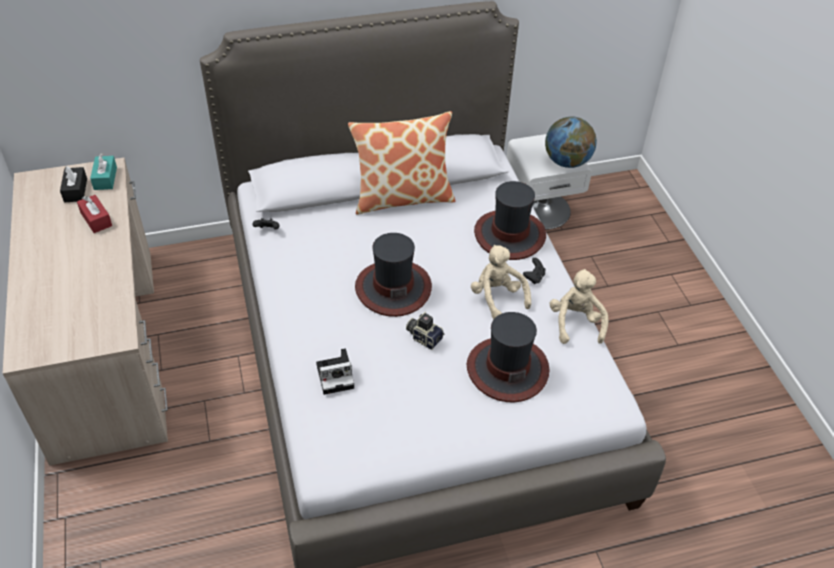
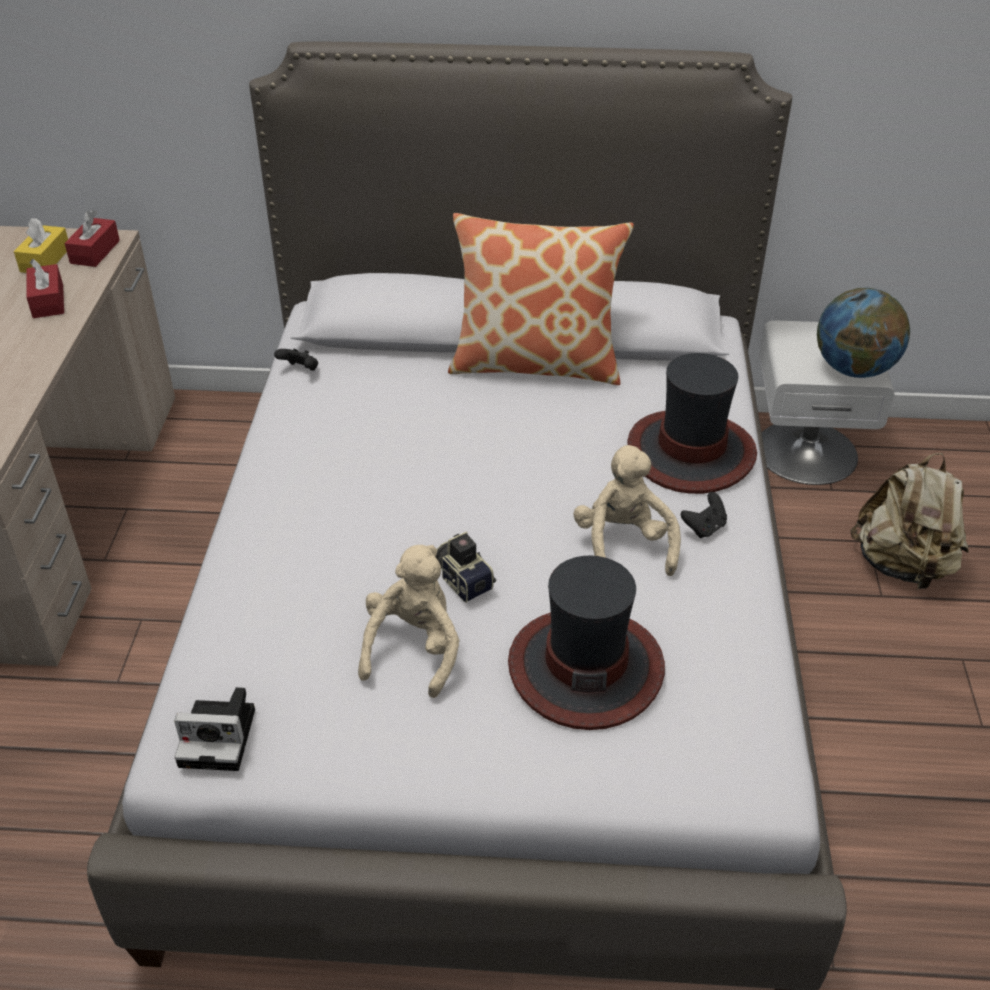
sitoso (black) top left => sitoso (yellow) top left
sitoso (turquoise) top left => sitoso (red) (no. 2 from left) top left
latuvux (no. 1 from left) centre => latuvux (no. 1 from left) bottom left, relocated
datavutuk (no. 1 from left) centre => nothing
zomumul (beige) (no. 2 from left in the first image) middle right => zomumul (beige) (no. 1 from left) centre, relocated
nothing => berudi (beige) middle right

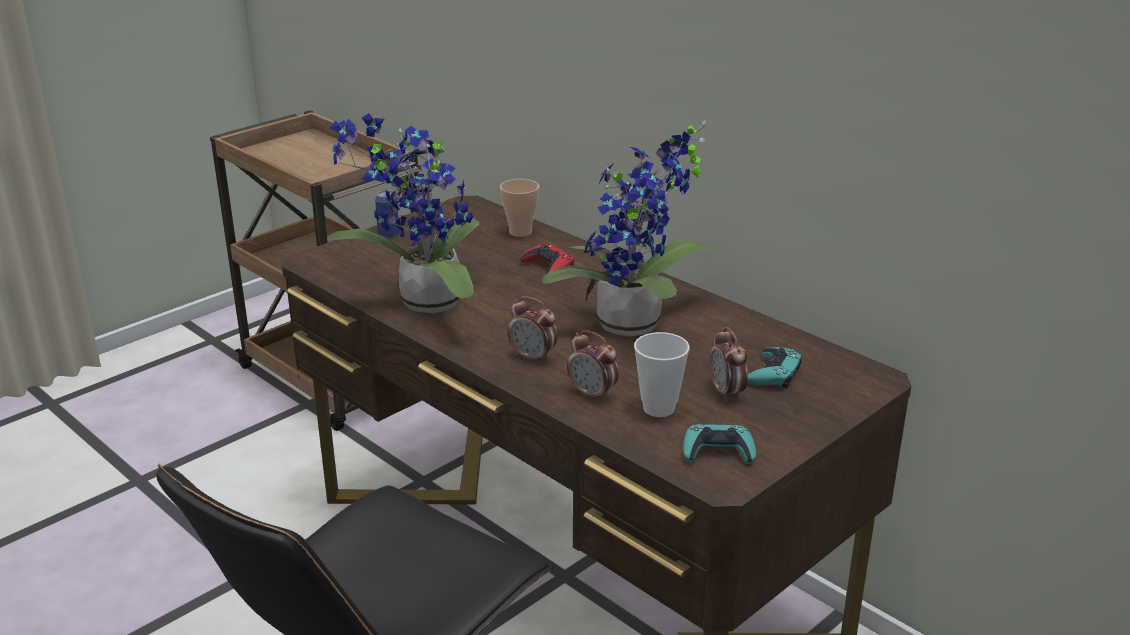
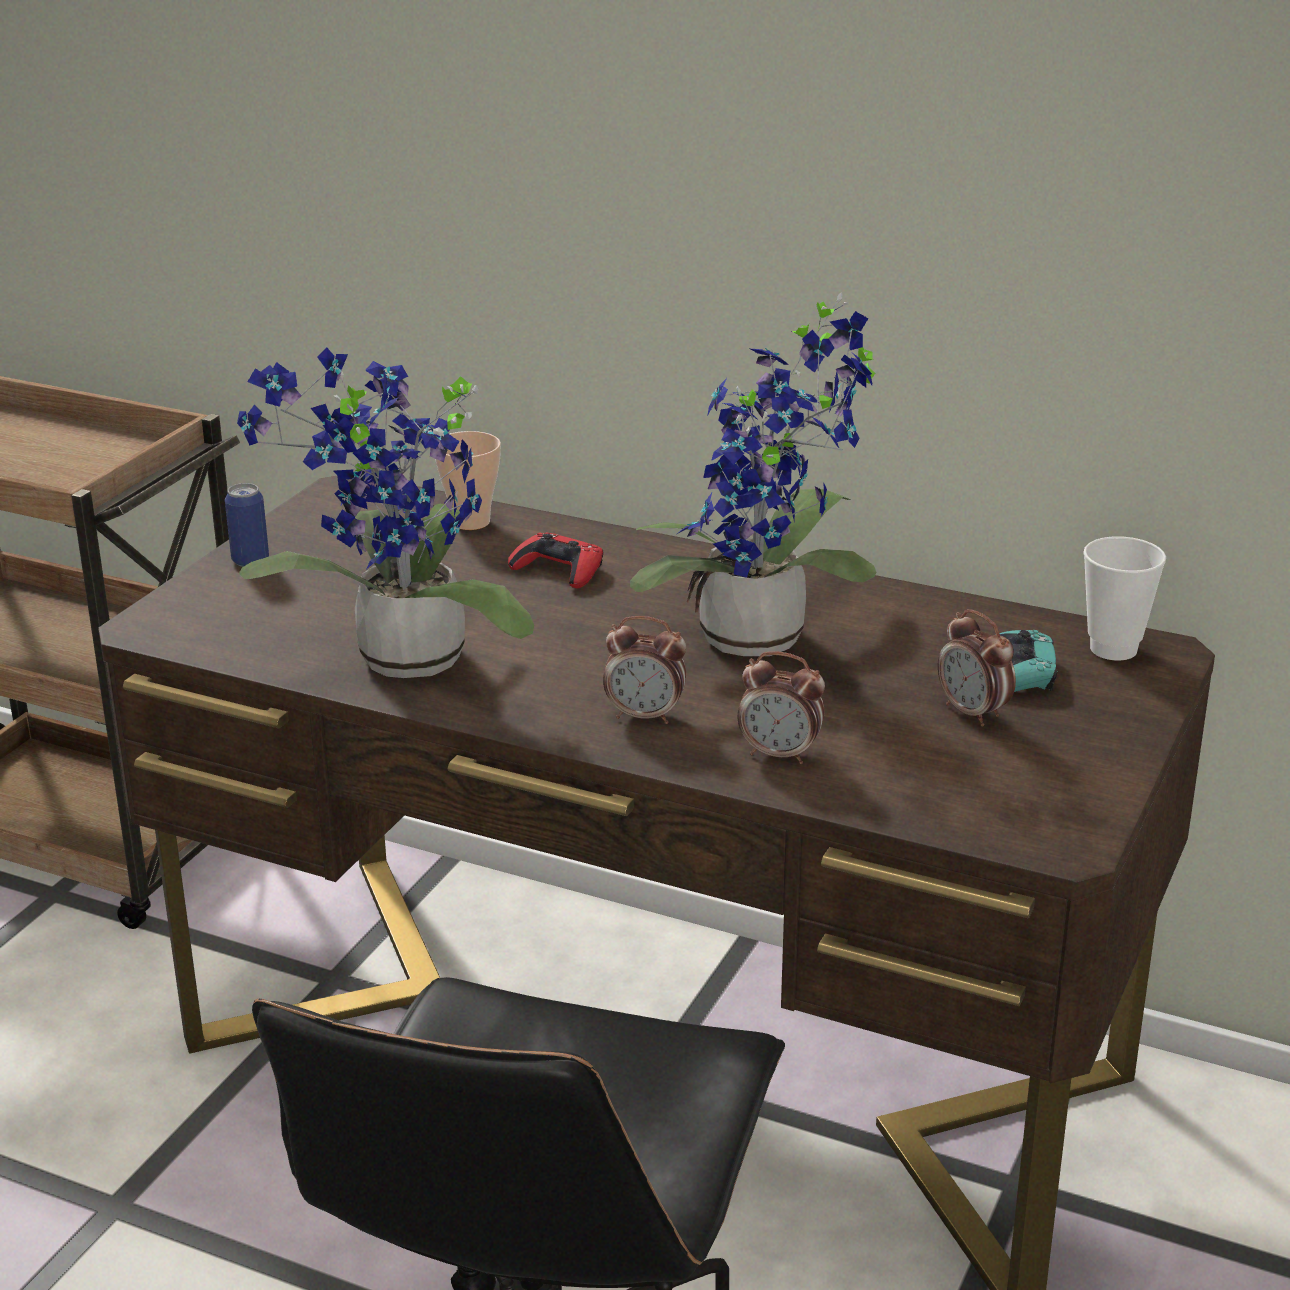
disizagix (no. 2 from left) centre => disizagix (no. 2 from left) middle right, relocated
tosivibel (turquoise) (no. 1 from left) bottom centre => nothing

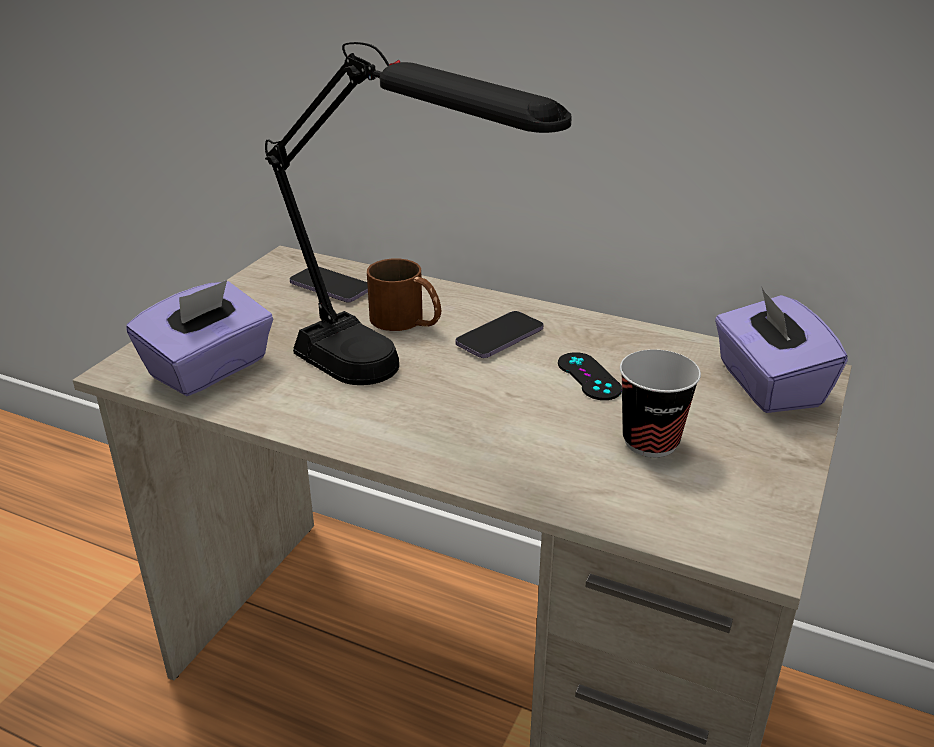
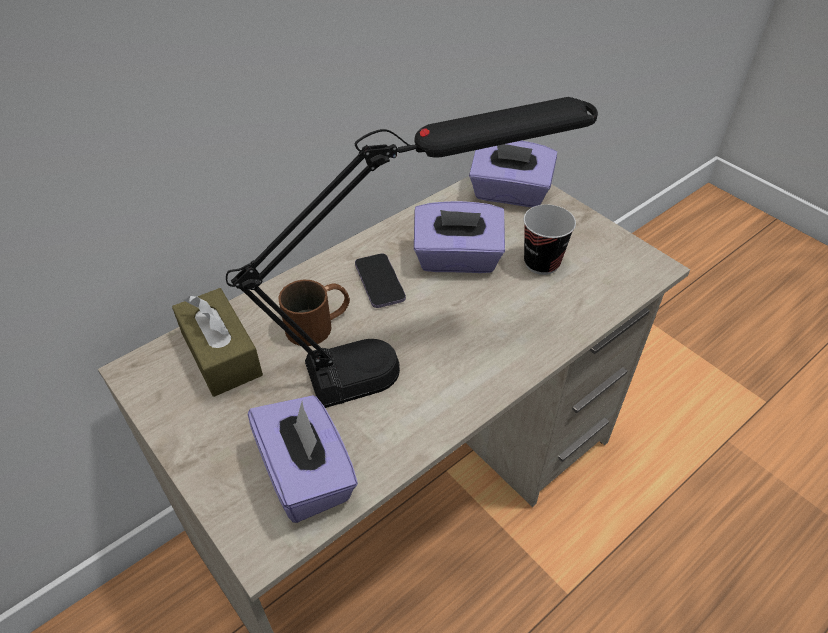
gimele (no. 1 from left) centre => sitoso (brown) middle left
tosivibel (black) centre => sitoso (purple) (no. 2 from left) centre

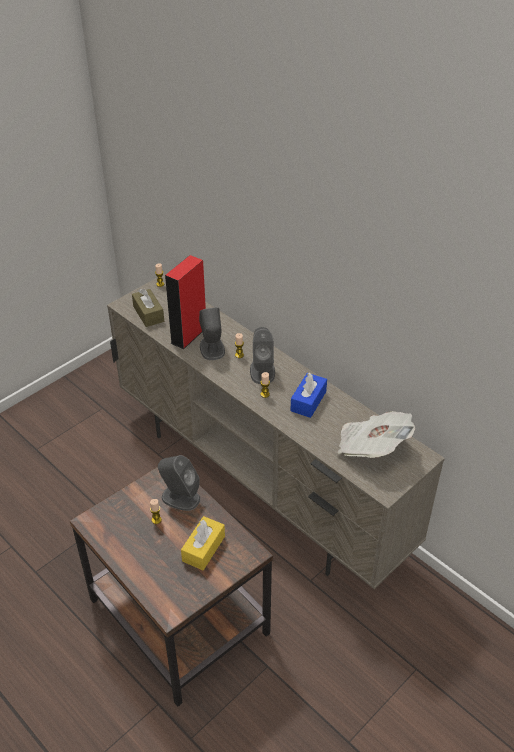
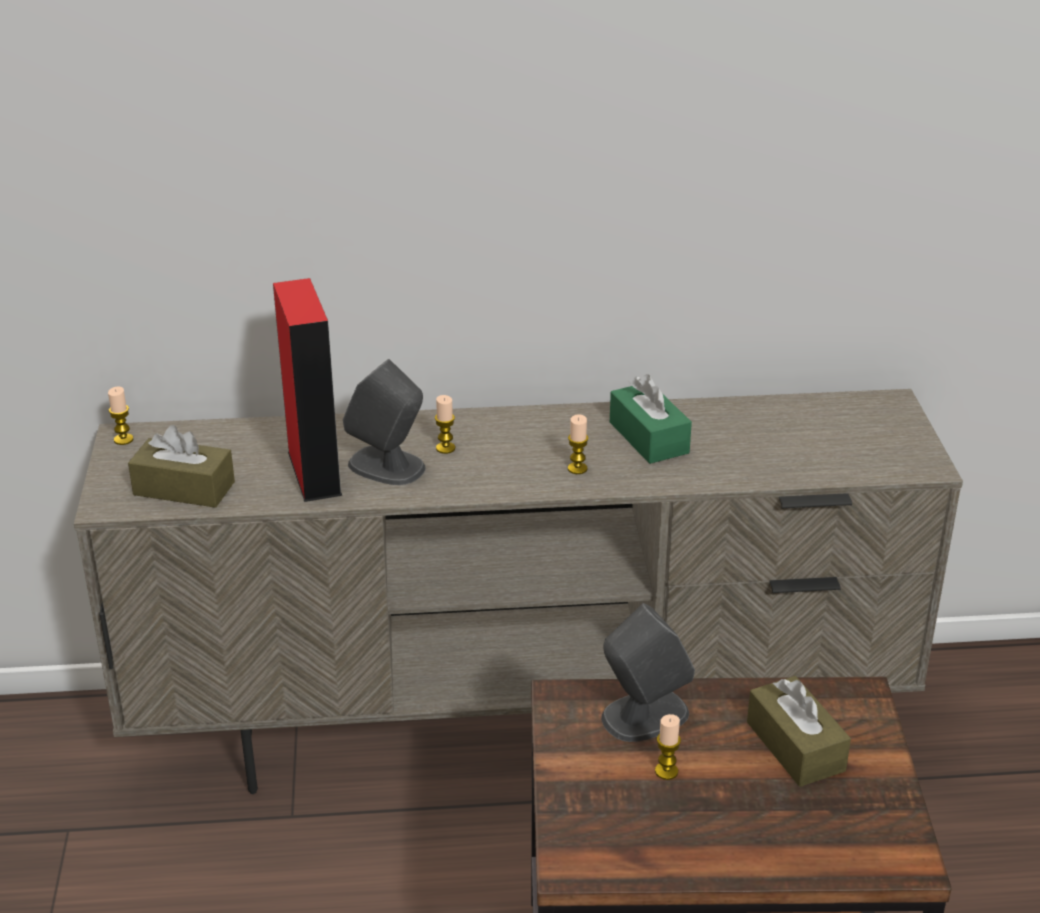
sitoso (yellow) bottom centre => sitoso (brown) (no. 2 from left) bottom right
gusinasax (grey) (no. 3 from left) centre => nothing
sitoso (blue) centre => sitoso (green) centre
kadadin middle right => nothing

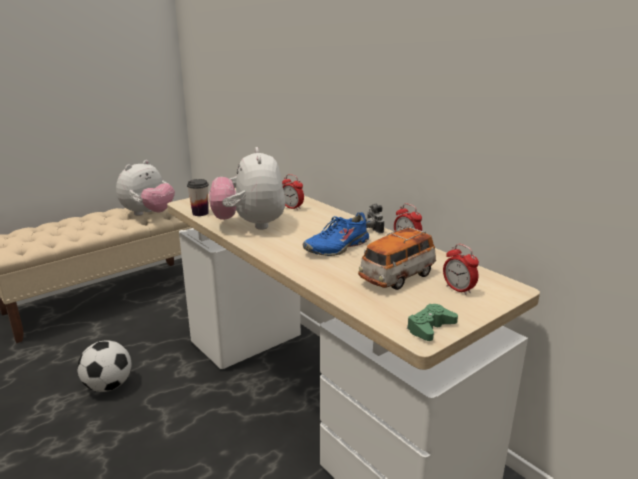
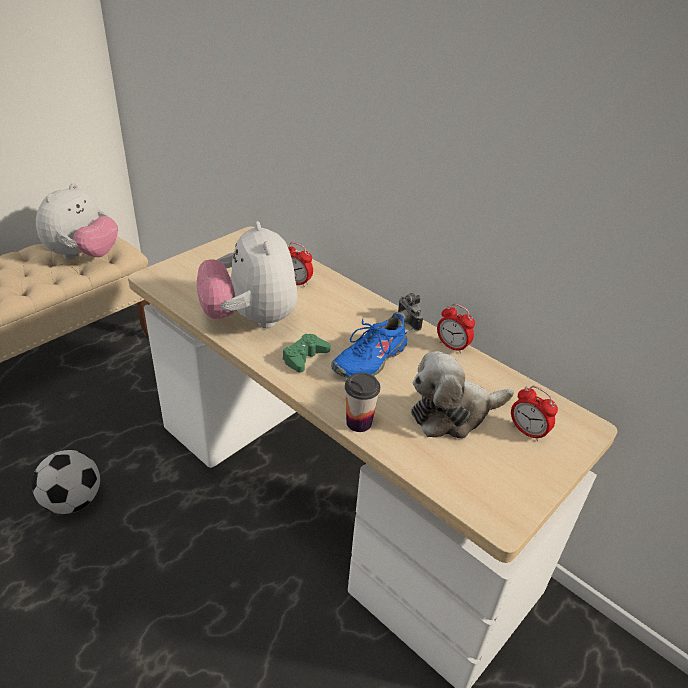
disizagix middle left => disizagix centre, relocated
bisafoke centre => zomumul (no. 3 from left) middle right
tosivibel (green) bottom right => tosivibel (green) centre, relocated

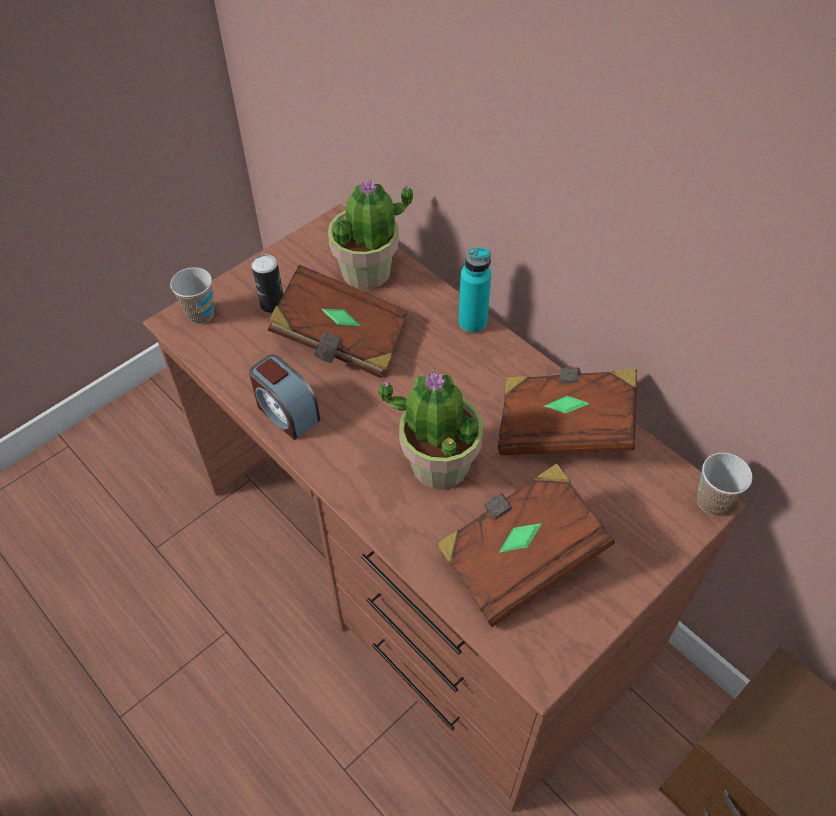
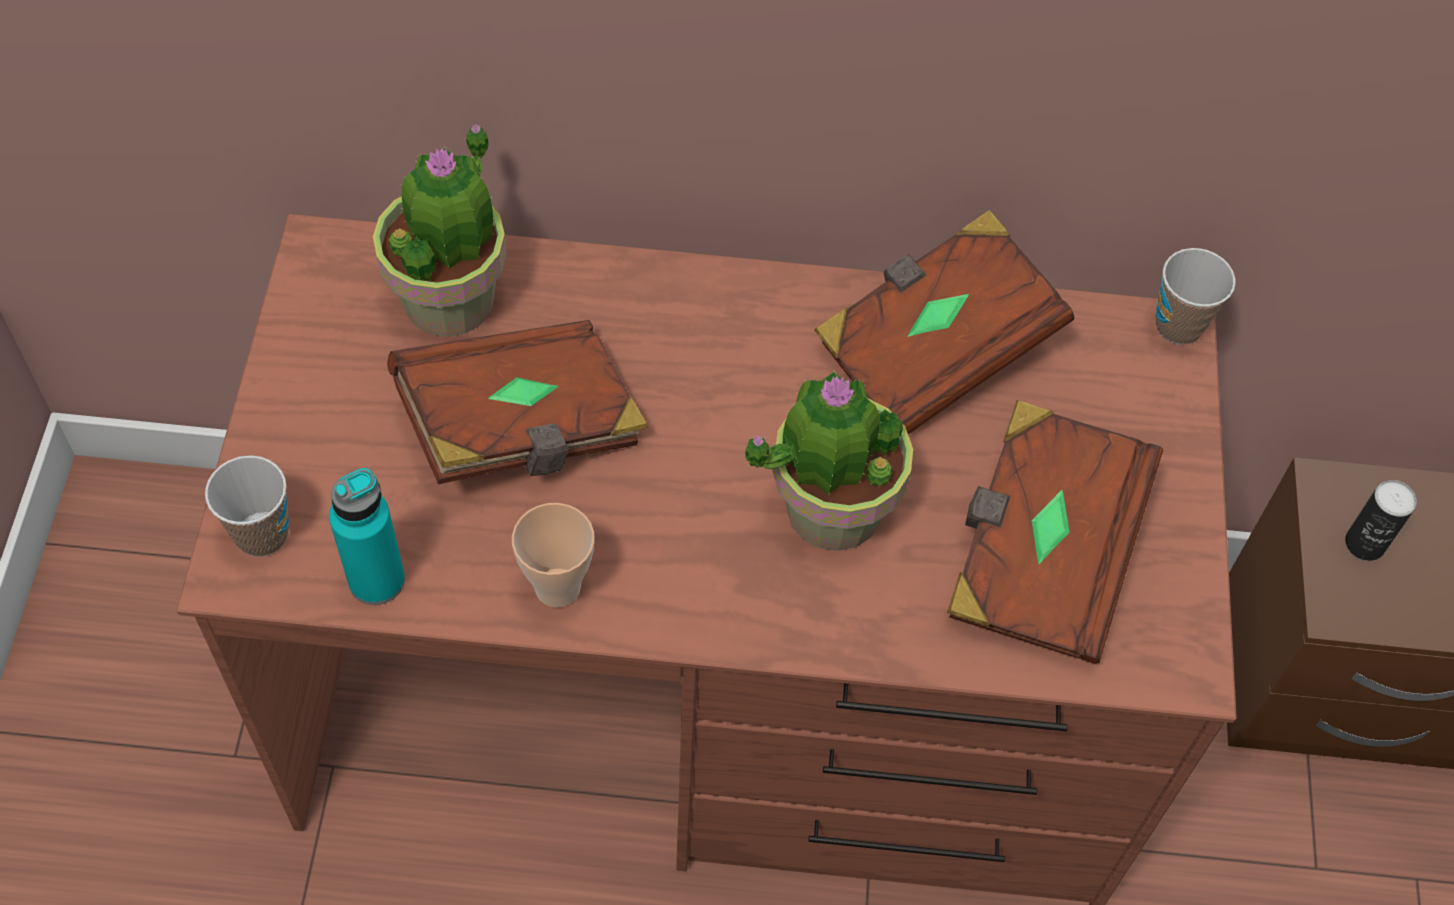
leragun centre => disizagix (no. 2 from left) centre
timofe middle left => timofe middle right, relocated
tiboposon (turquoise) centre => tiboposon (turquoise) middle left, relocated

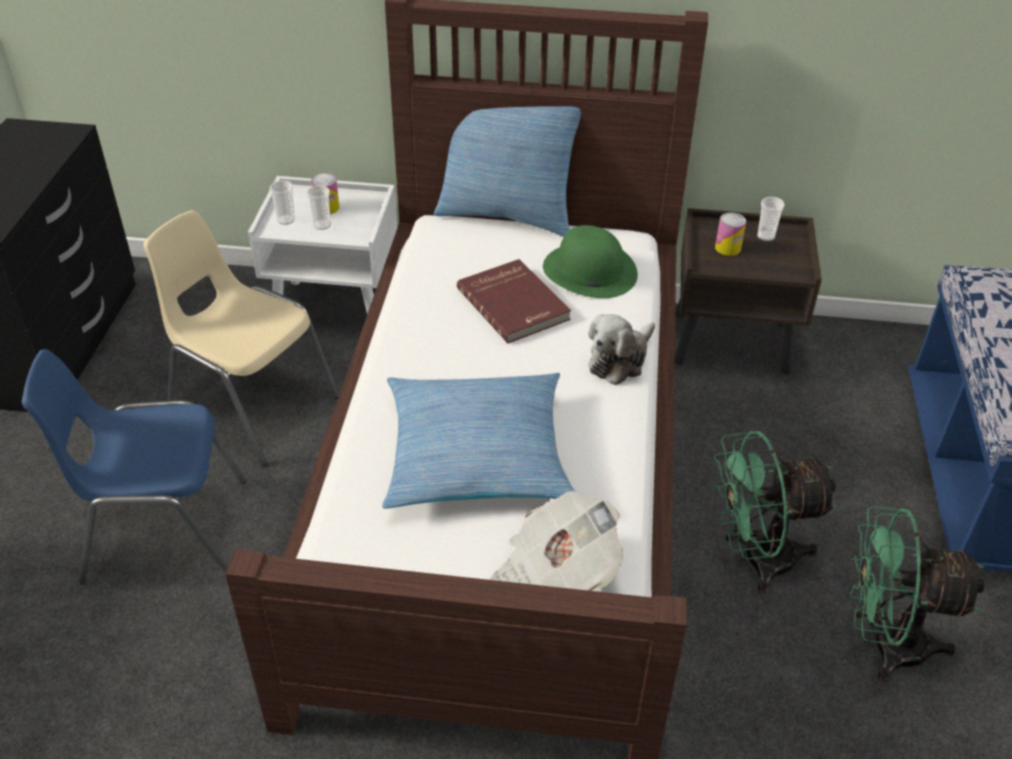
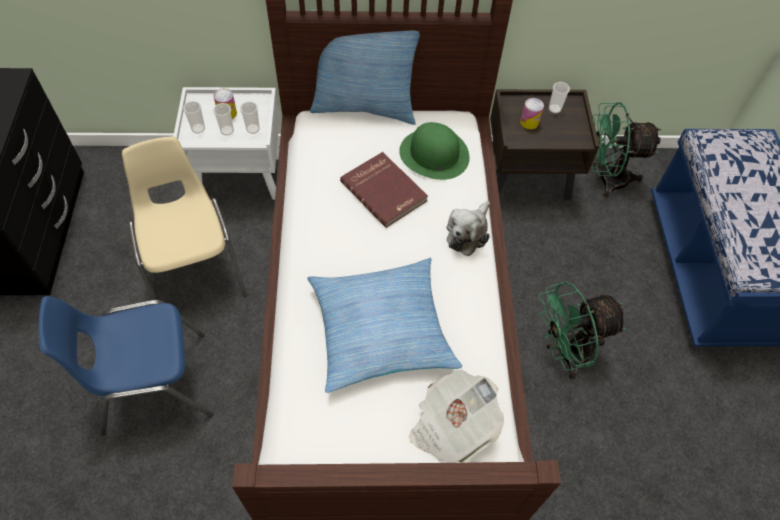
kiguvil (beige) middle left, 45 degrees clockwise
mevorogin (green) (no. 2 from left) bottom right => mevorogin (green) (no. 2 from left) top right, relocated
nothing => disizagix (no. 3 from left) top left

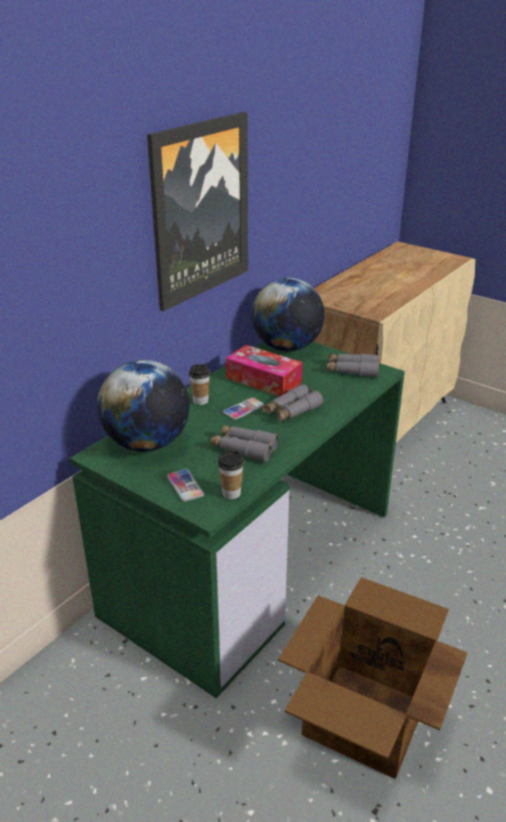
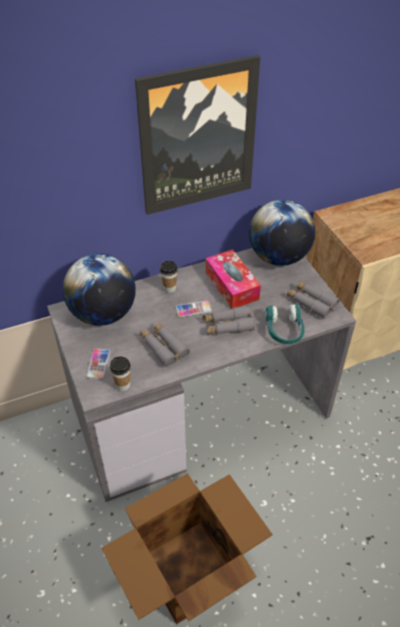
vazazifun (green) centre => vazazifun (grey) centre
nothing => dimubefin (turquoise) middle right

